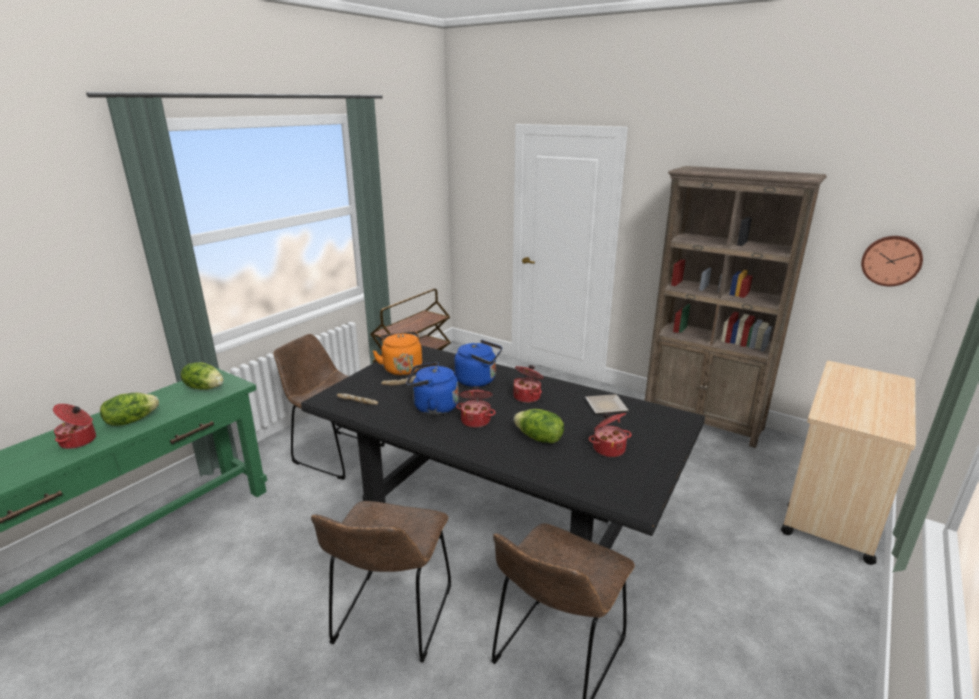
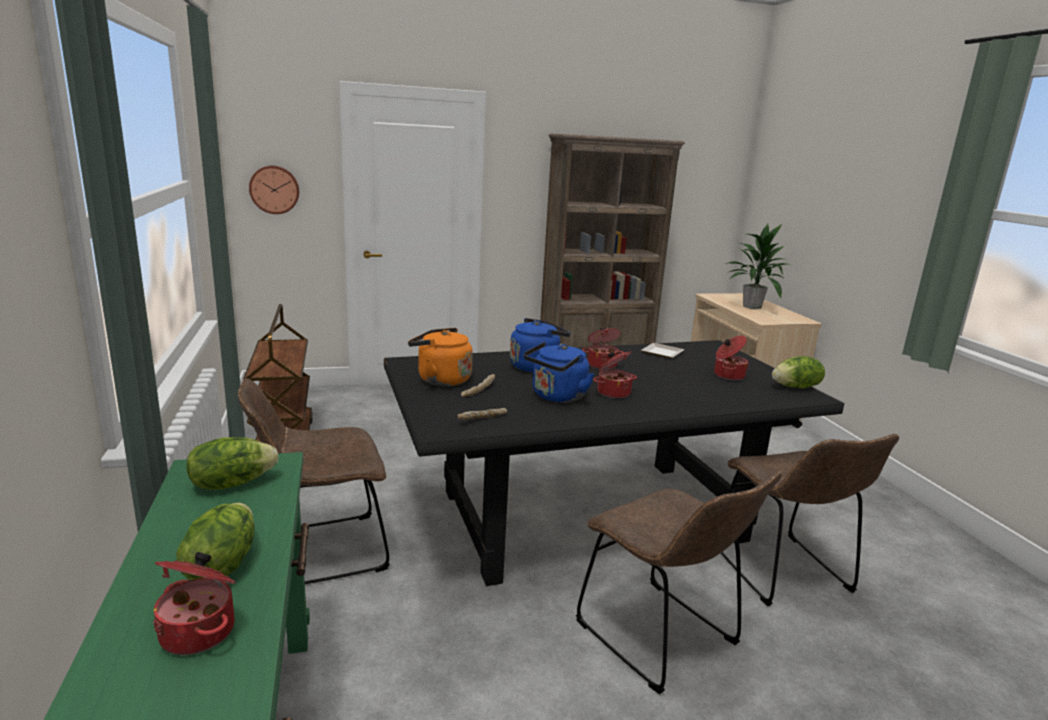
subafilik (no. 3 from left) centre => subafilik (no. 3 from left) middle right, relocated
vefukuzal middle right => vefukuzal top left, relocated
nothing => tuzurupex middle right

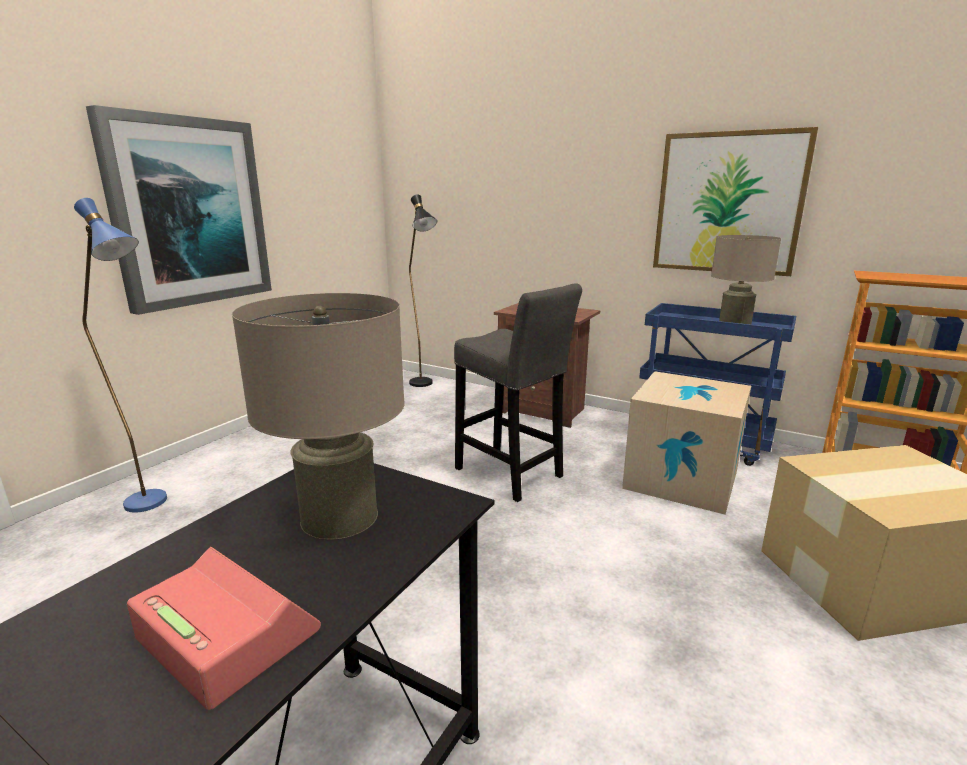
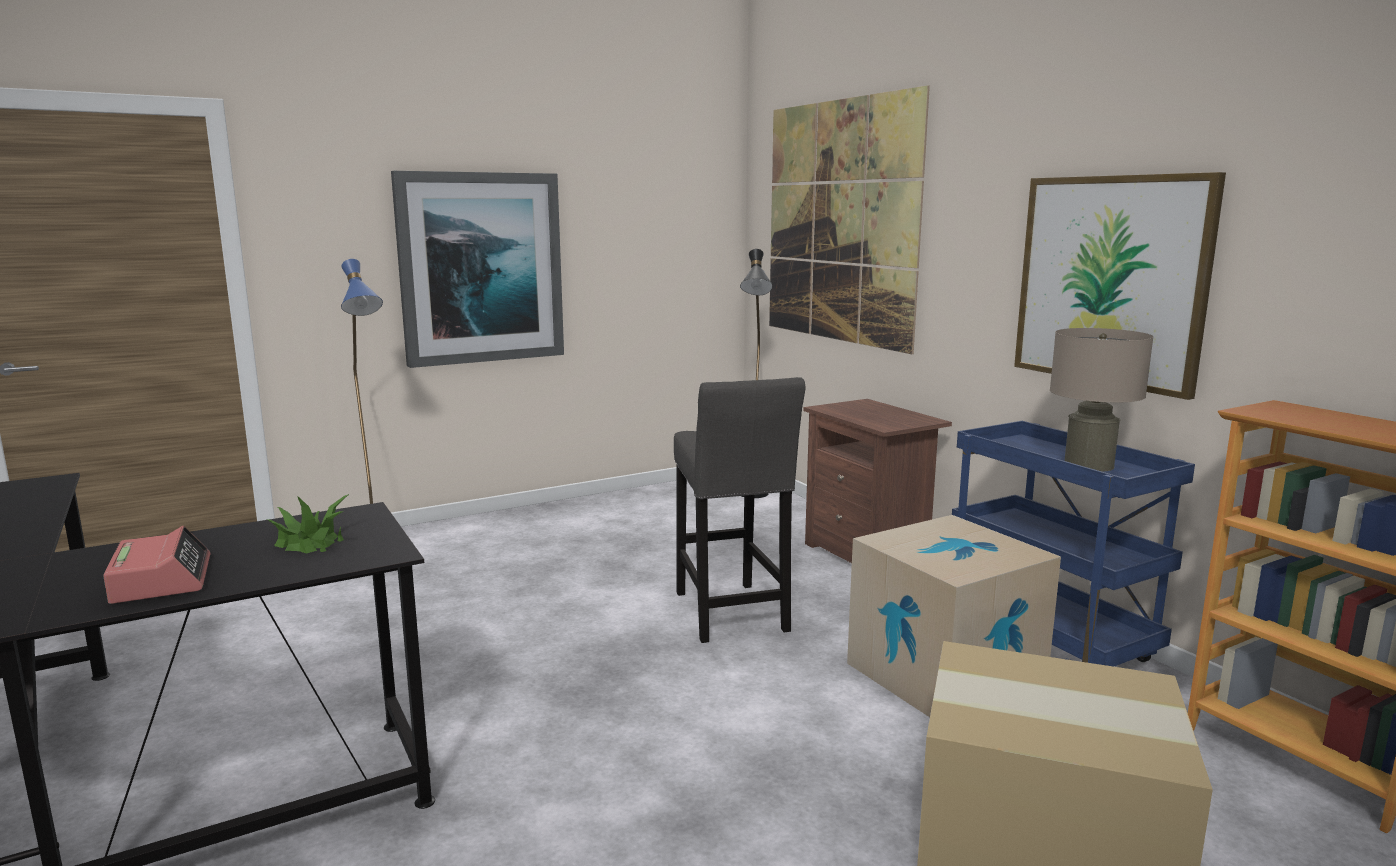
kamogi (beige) (no. 1 from left) middle left => tuzurupex middle left
nothing => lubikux (no. 2 from left) top centre

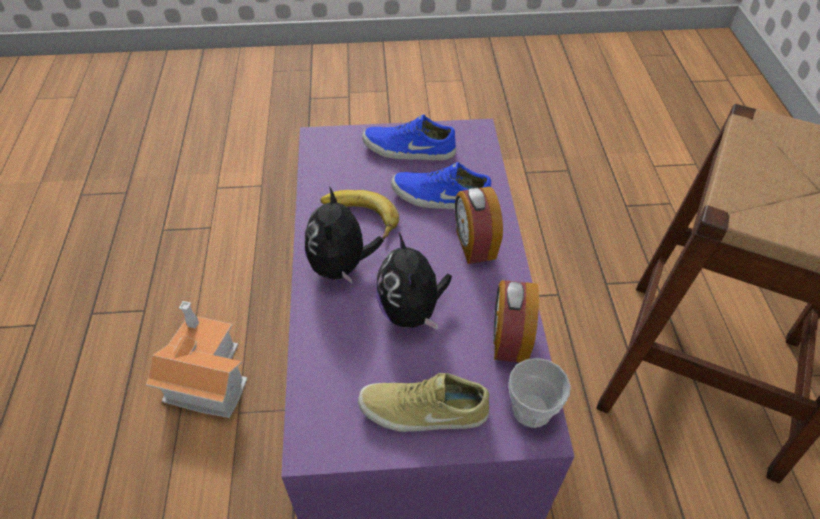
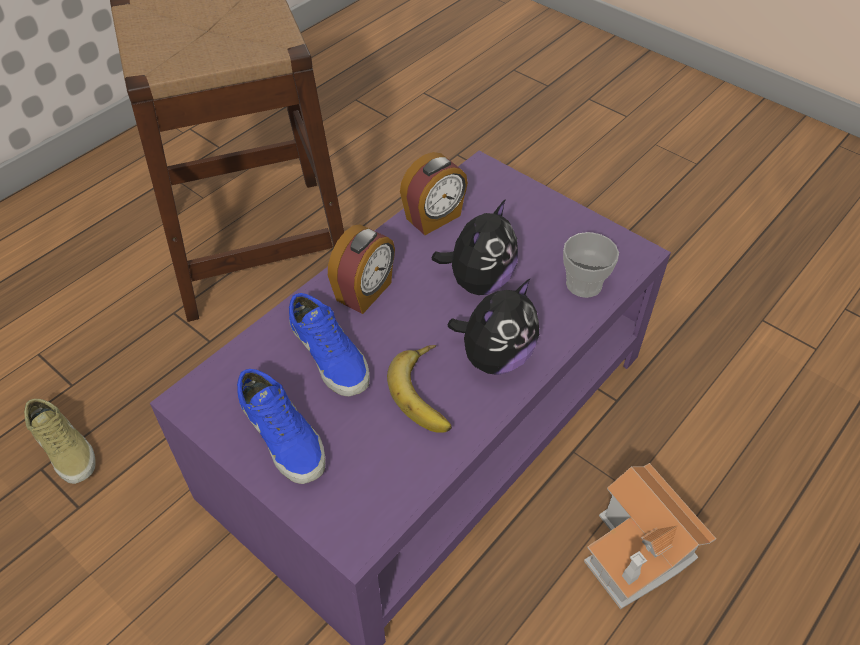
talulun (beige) bottom centre => talulun (beige) bottom left, relocated
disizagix bottom centre => disizagix middle right, relocated

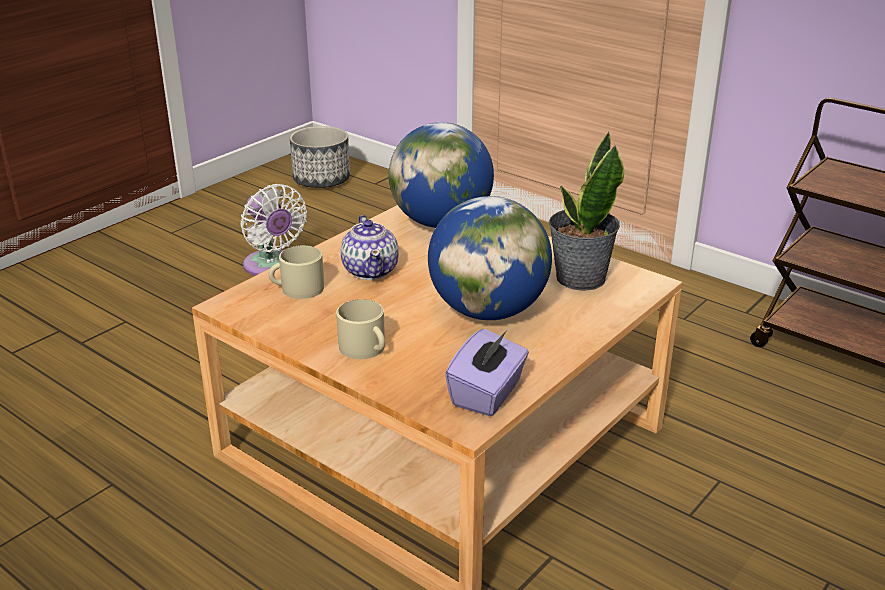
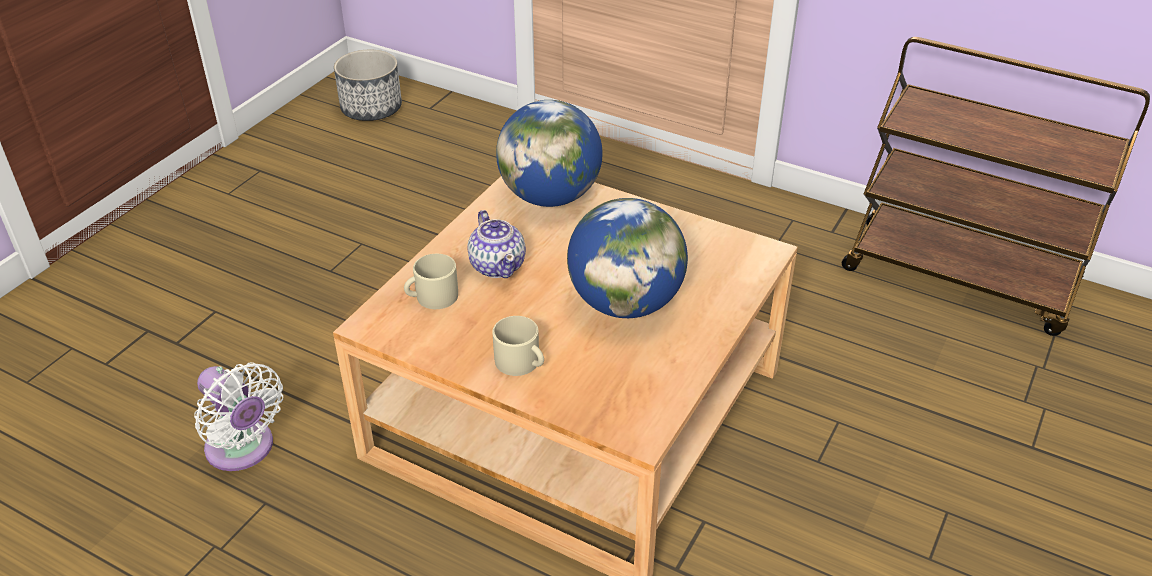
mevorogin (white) middle left => mevorogin (white) bottom left, relocated
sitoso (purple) centre => nothing
tuzurupex centre => nothing

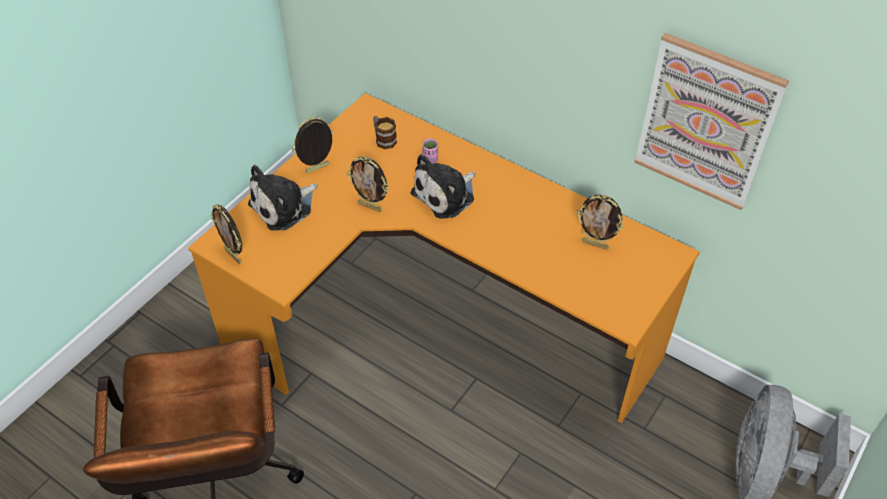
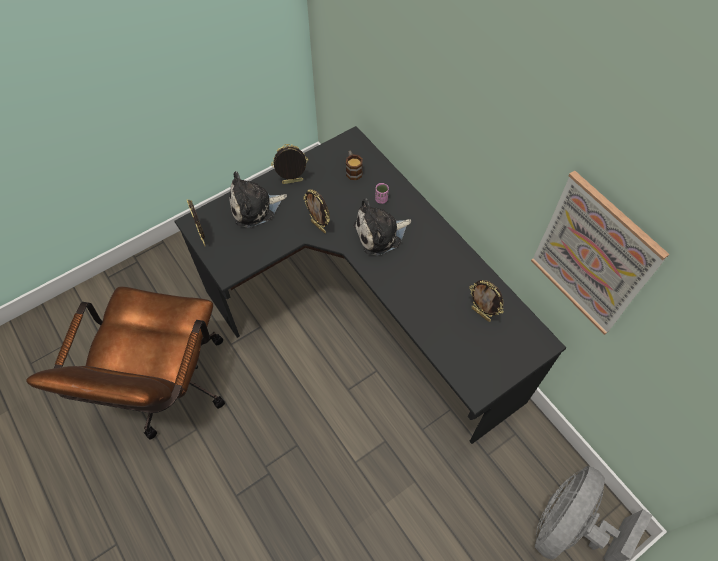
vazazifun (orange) centre => vazazifun (black) centre

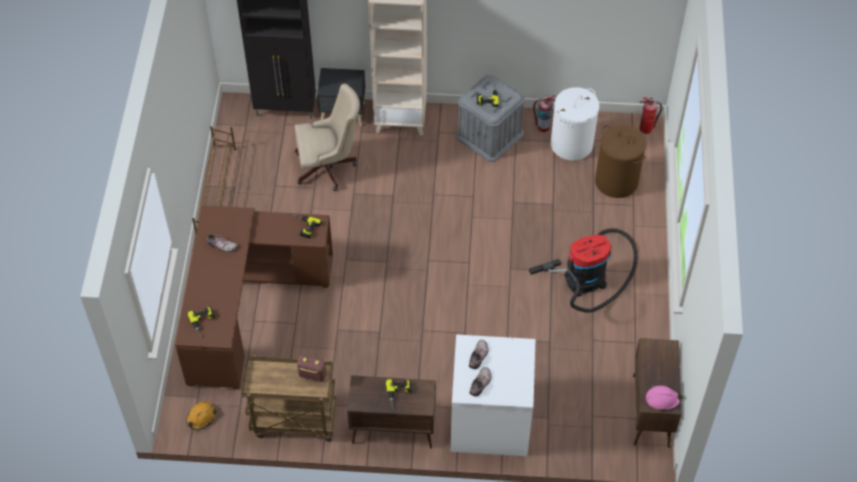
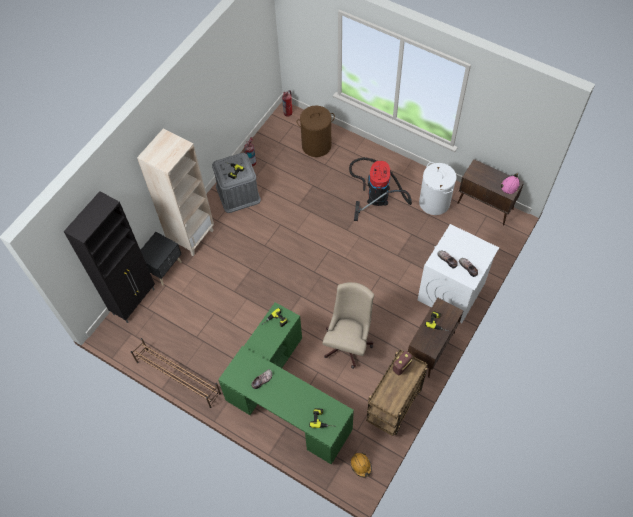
vazazifun (brown) middle left => vazazifun (green) bottom centre
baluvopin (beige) top centre => baluvopin (beige) centre, relocated
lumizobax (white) top right => lumizobax (white) middle right, relocated

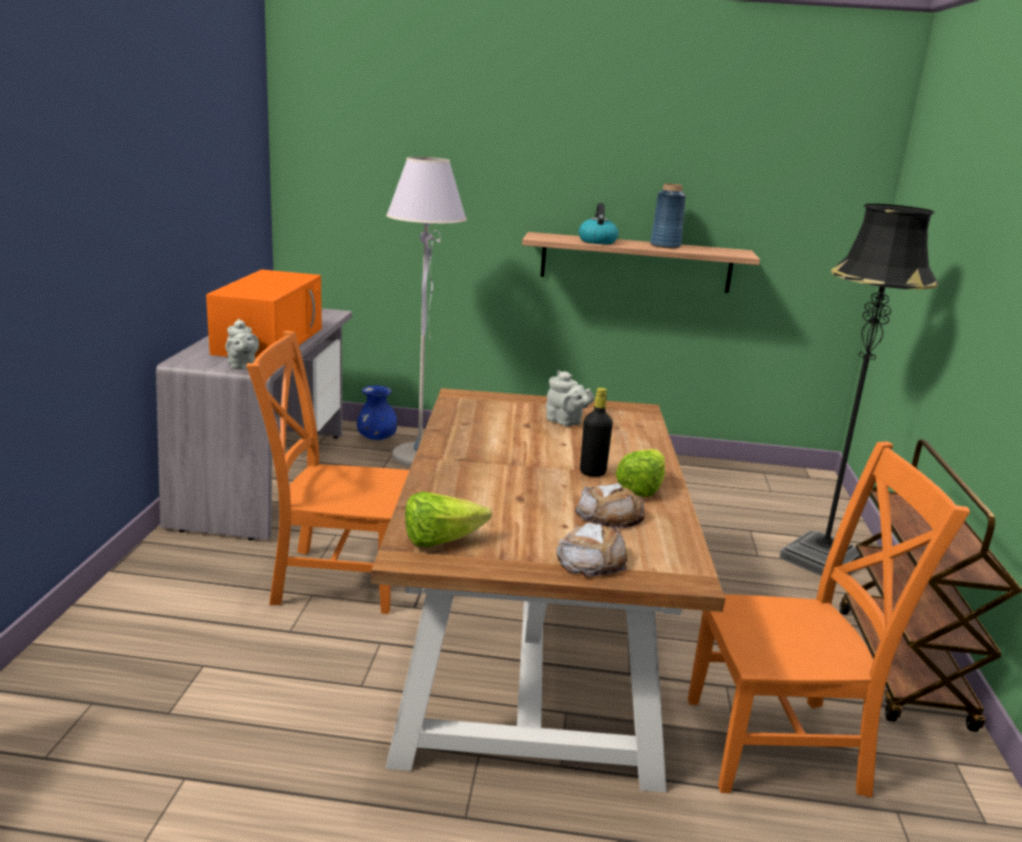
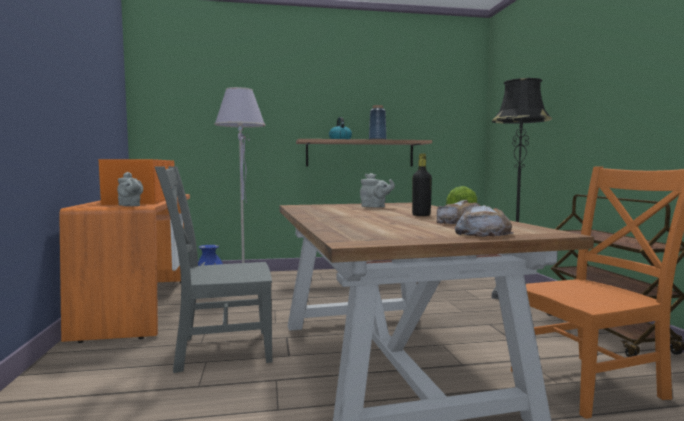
vazazifun (grey) middle left => vazazifun (orange) middle left
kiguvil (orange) (no. 1 from left) middle left => kiguvil (grey) middle left
subafilik (no. 1 from left) centre => nothing

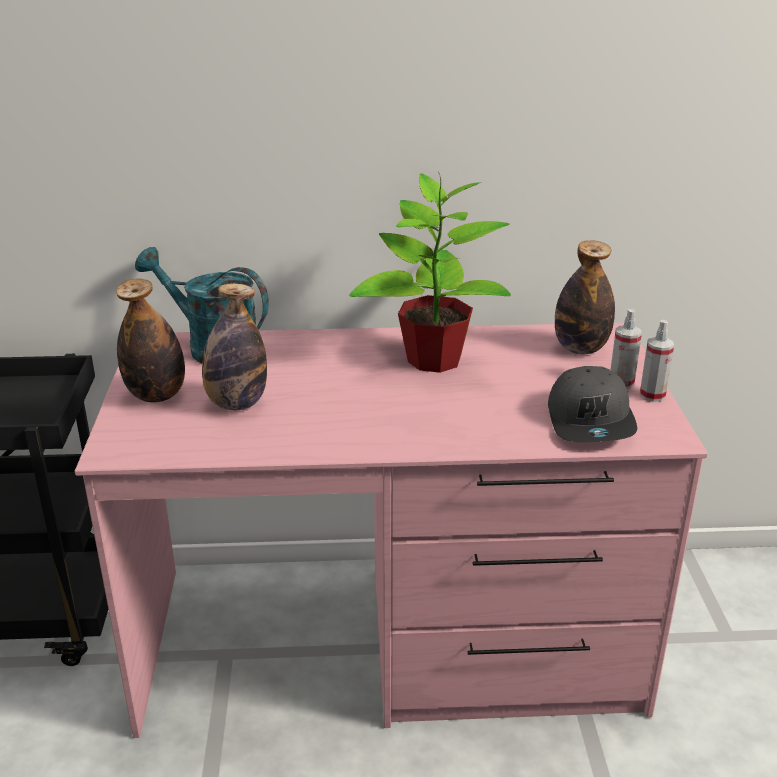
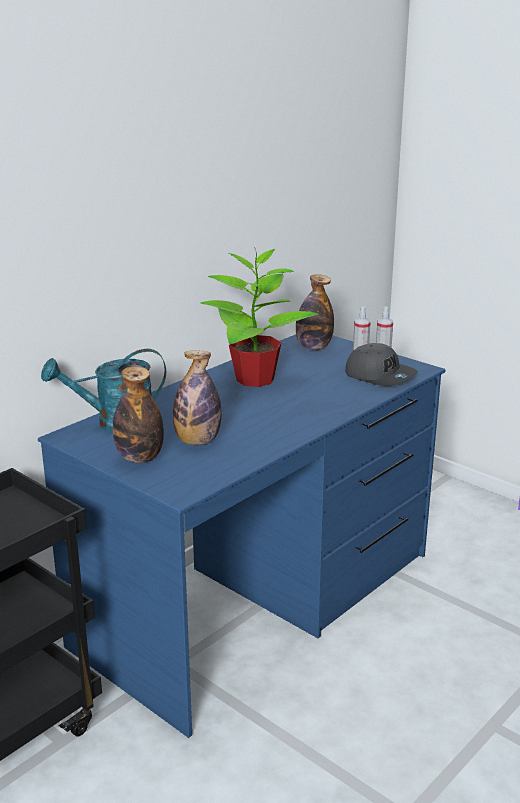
vazazifun (pink) bottom centre => vazazifun (blue) bottom centre

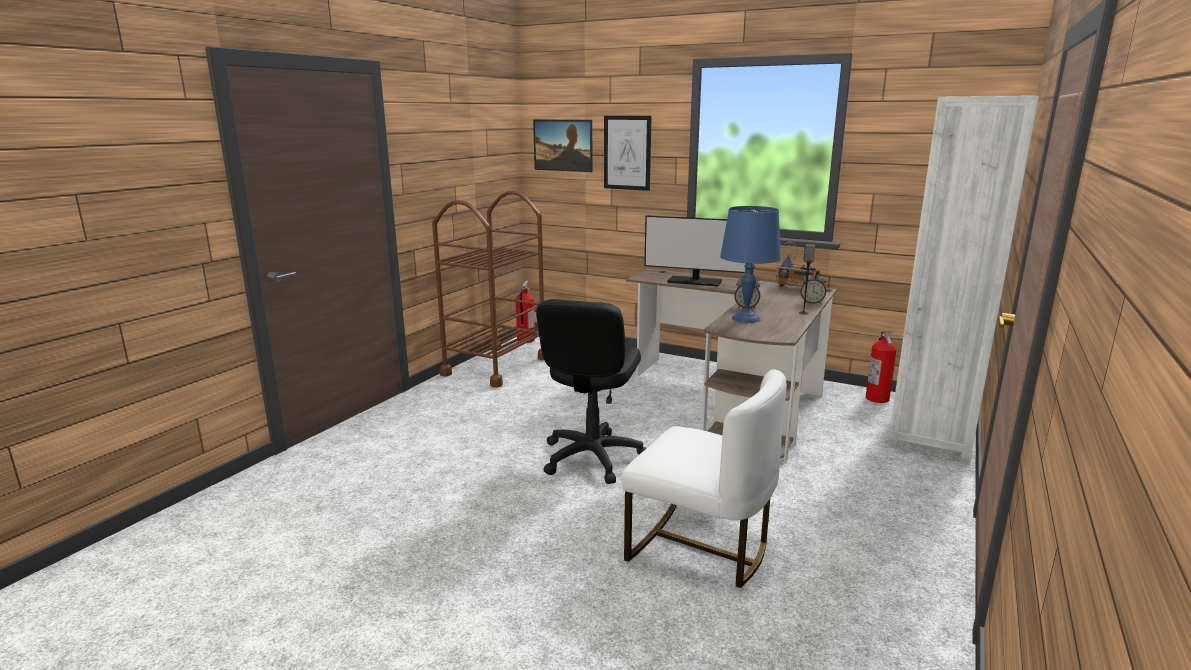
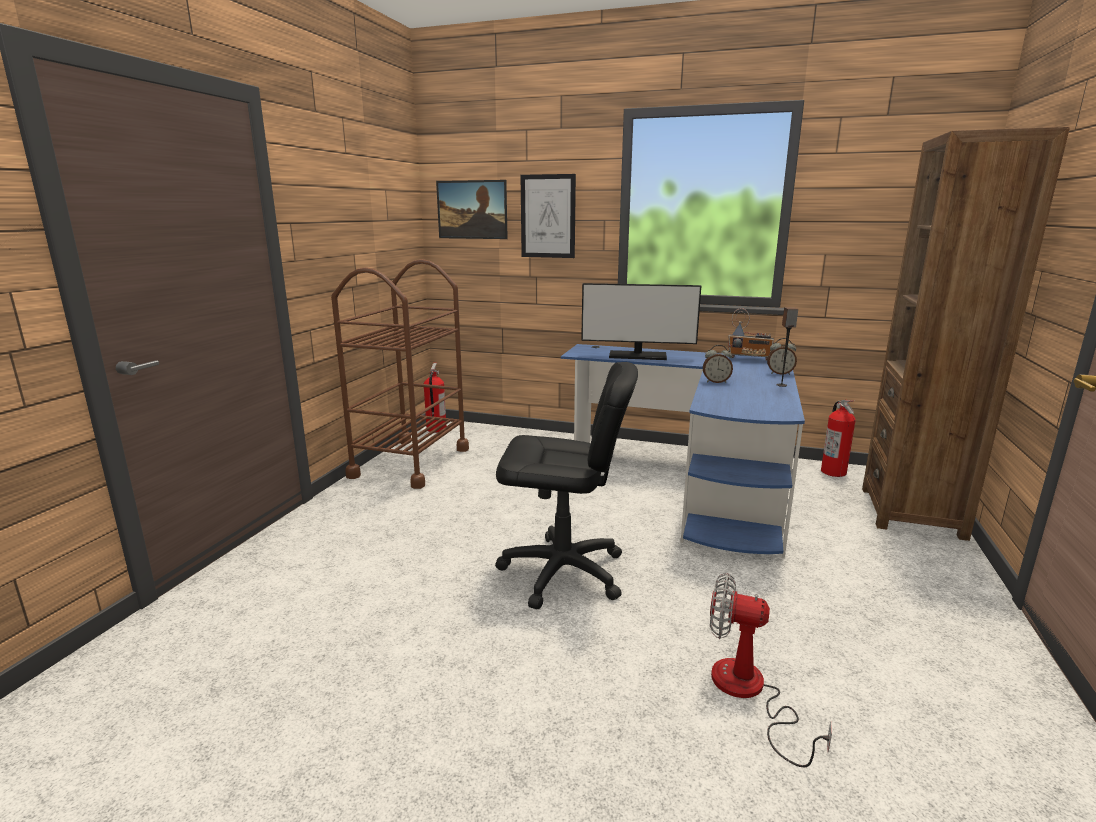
baluvopin (black) centre, 90 degrees counterclockwise
kiguvil (white) bottom centre => mevorogin bottom right
vazazifun (brown) centre => vazazifun (blue) centre
kamogi (blue) centre => nothing
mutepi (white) middle right => mutepi (brown) middle right

